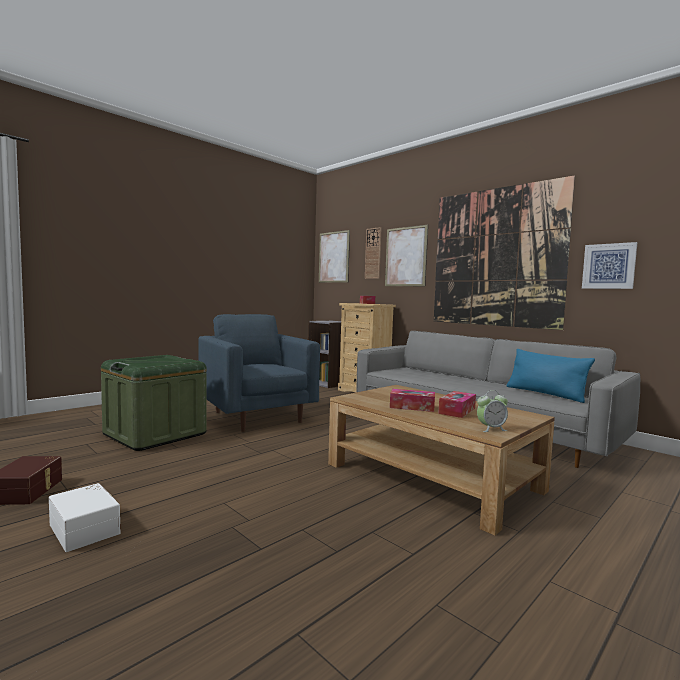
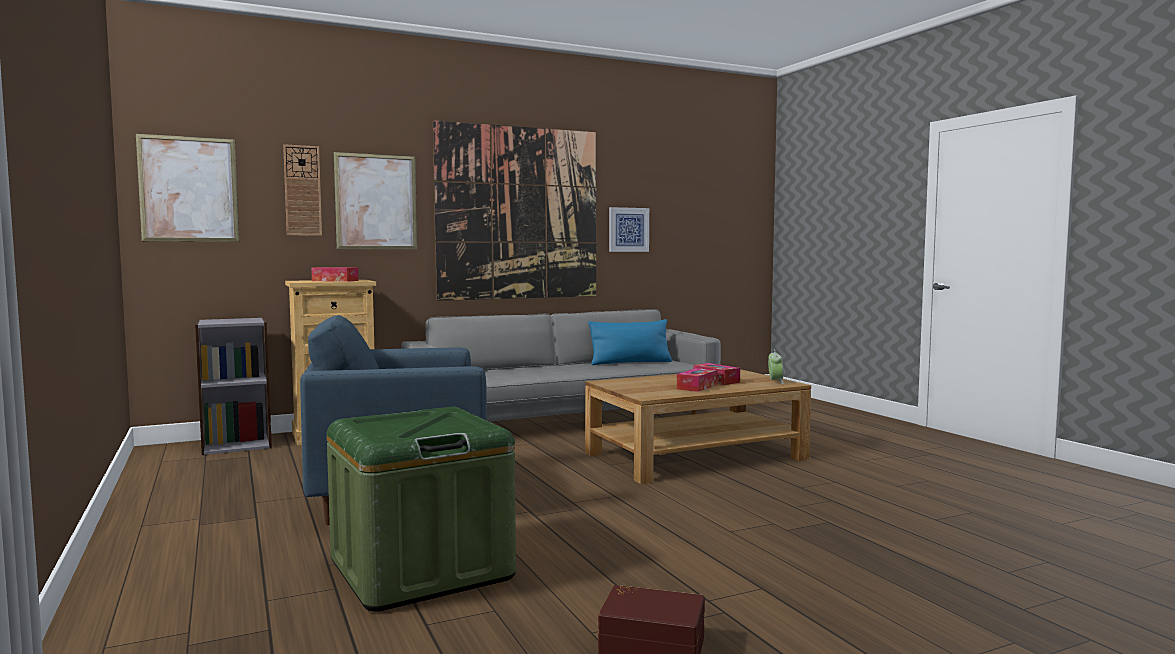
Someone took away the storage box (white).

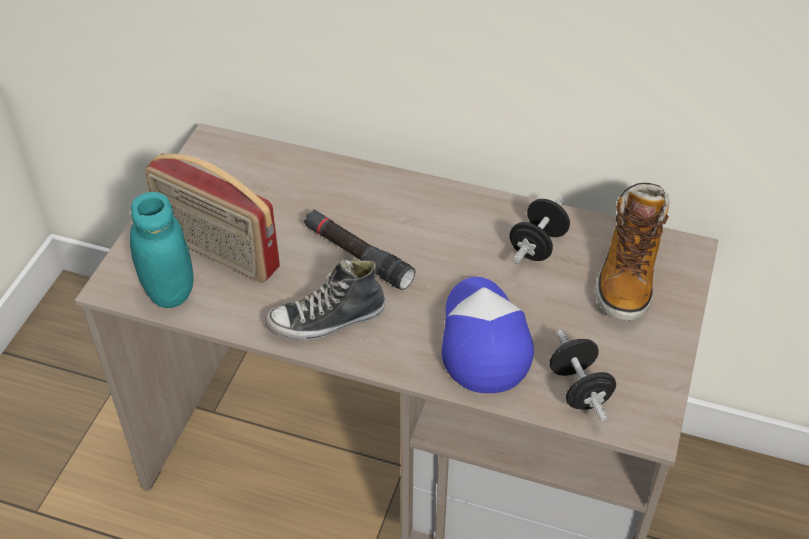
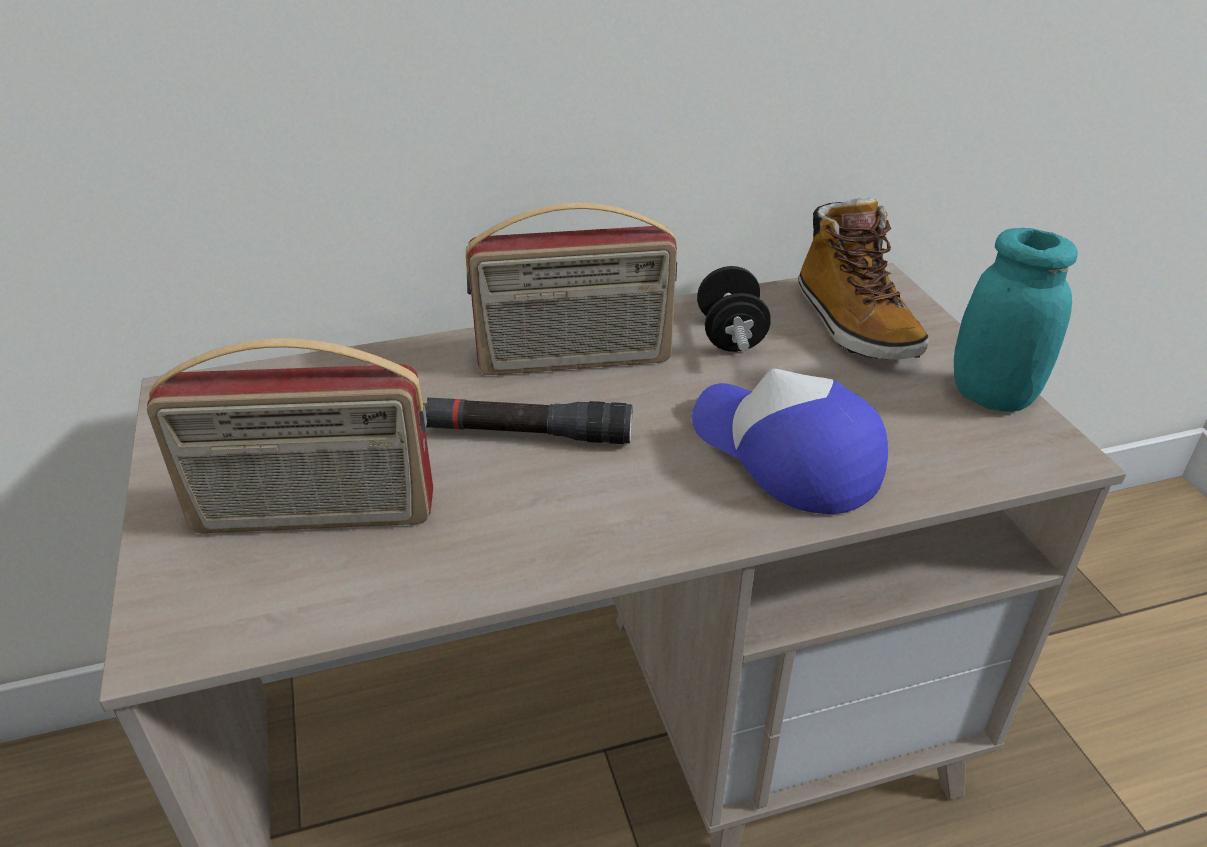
Someone put down the radio (no. 2 from left). Someone carried the jar (turquoise). Someone took away the shoe. Someone took away the dumbbell (black) (no. 2 from left).

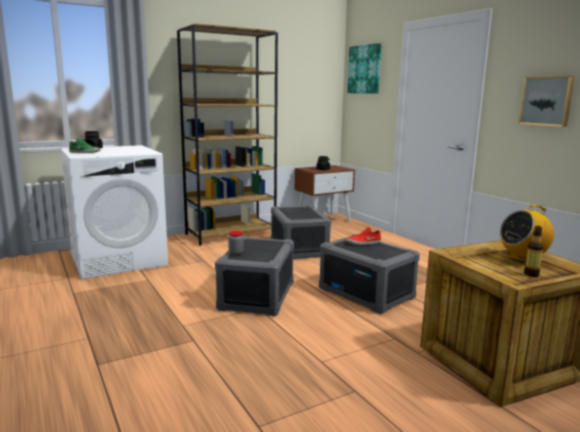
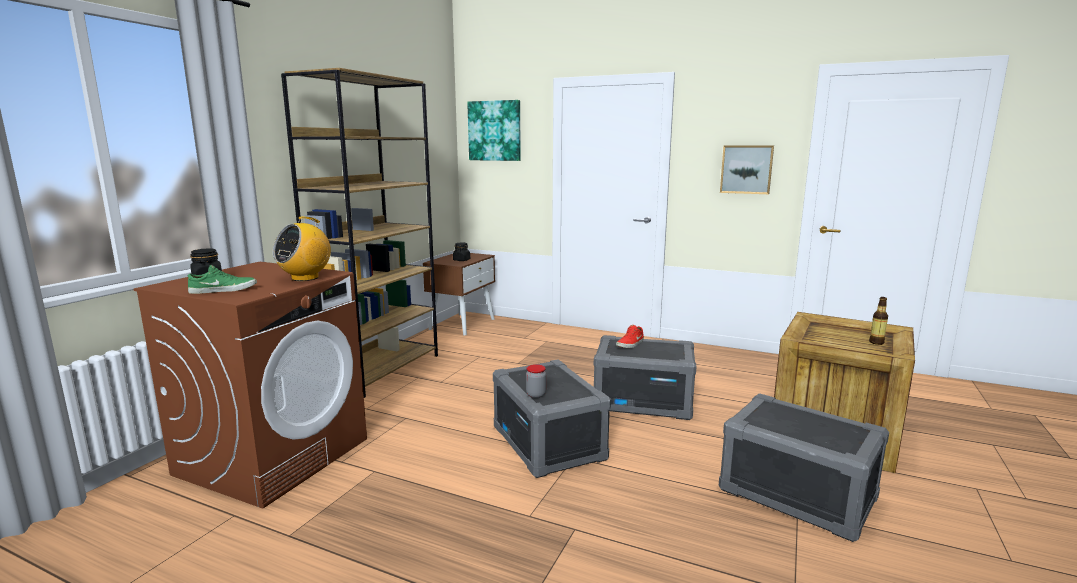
Someone repainted the washing machine (white), which became the washing machine (brown). Someone carried the radio. Someone carried the storage box (grey) (no. 2 from left in the first image).

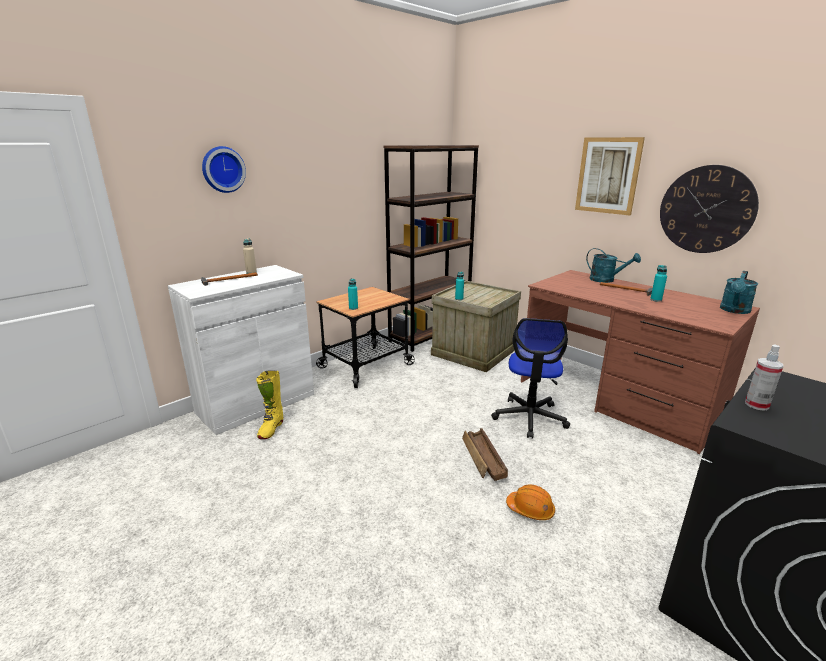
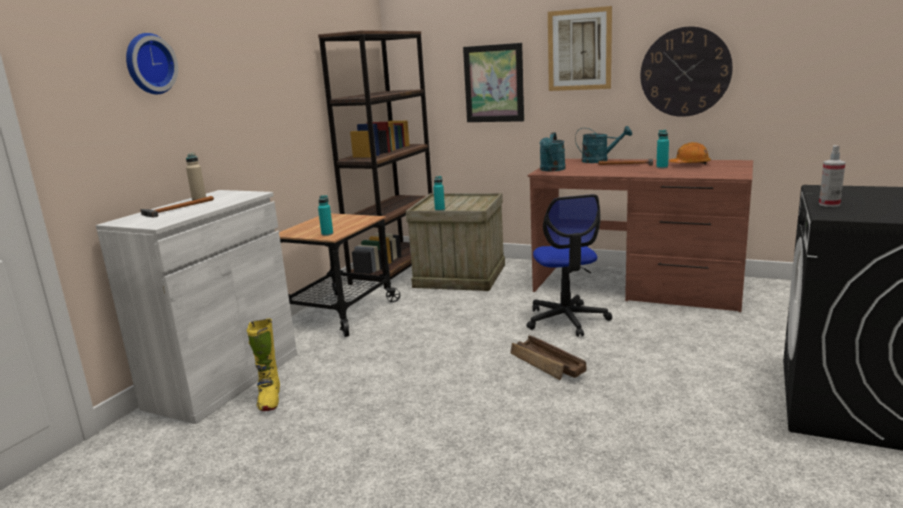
Someone put up the picture (no. 1 from left). Someone carried the watering can (turquoise) (no. 2 from left in the first image). Someone carried the hard hat (orange).

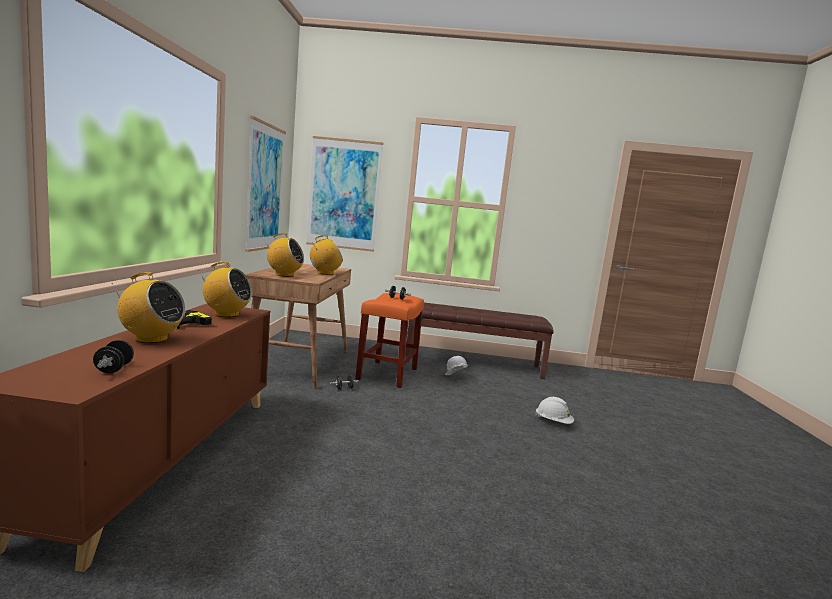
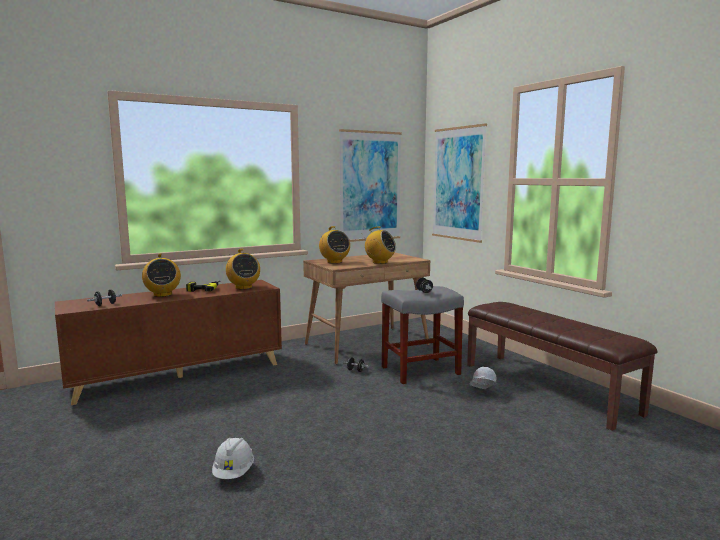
Someone carried the hard hat (white) (no. 2 from left in the first image). Someone repainted the stool (orange), which became the stool (grey).

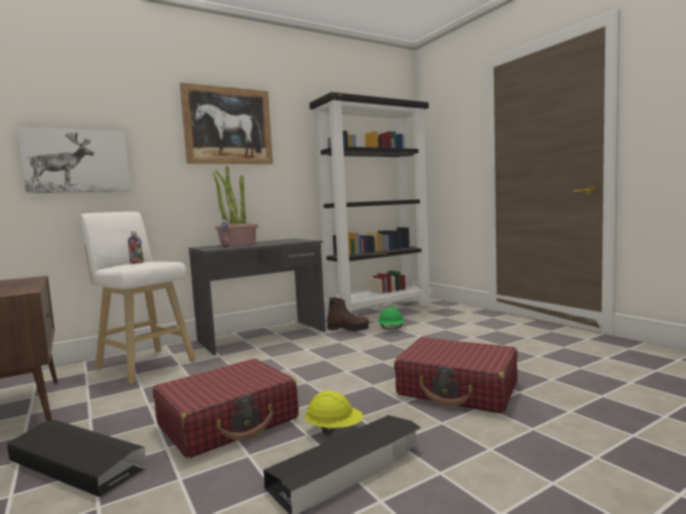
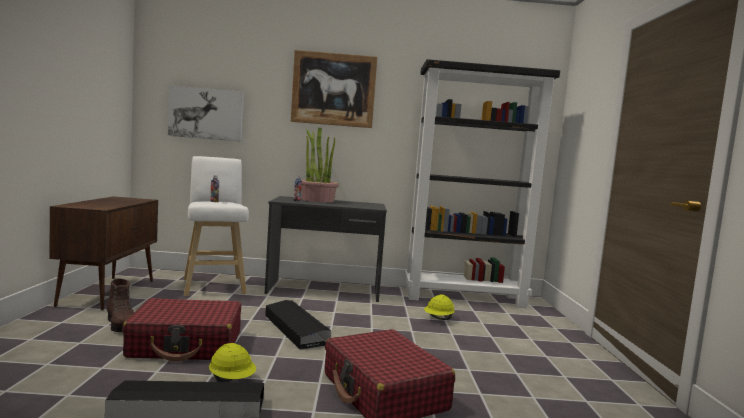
Someone carried the boot (brown). Someone carried the storage box (black) (no. 1 from left in the first image). Someone repainted the hard hat (green), which became the hard hat (yellow) (no. 2 from left).

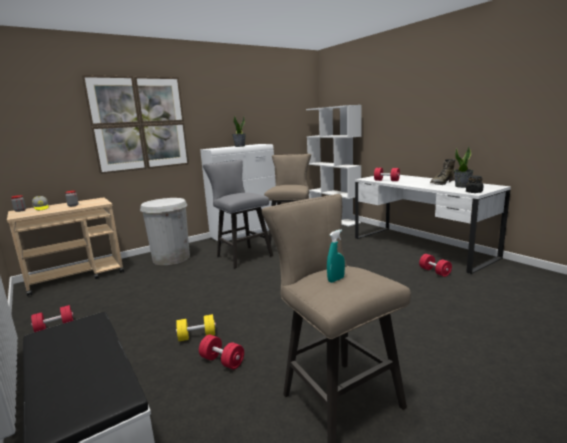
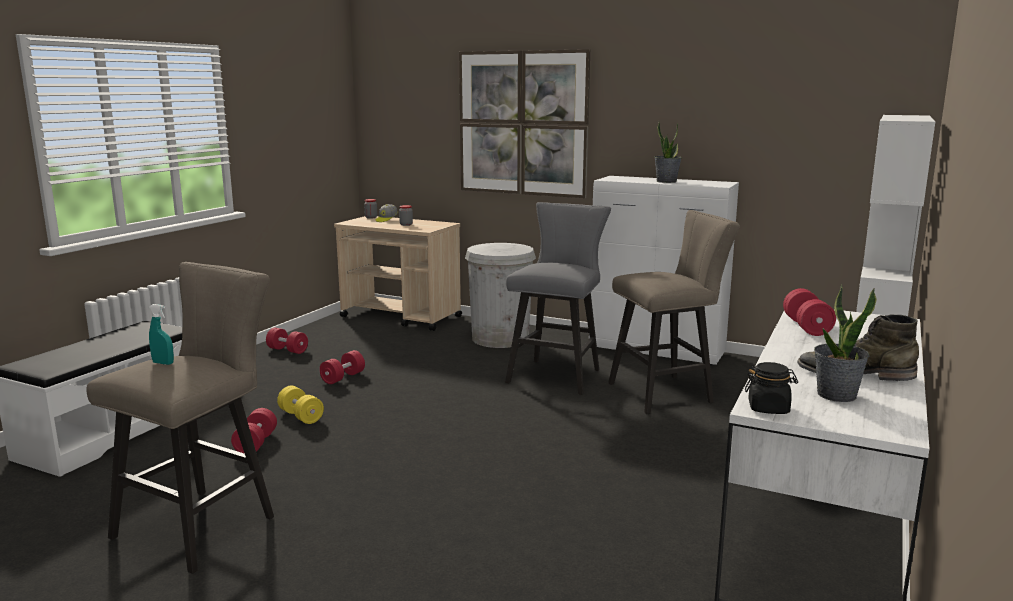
Someone carried the dumbbell (red) (no. 4 from left in the first image).

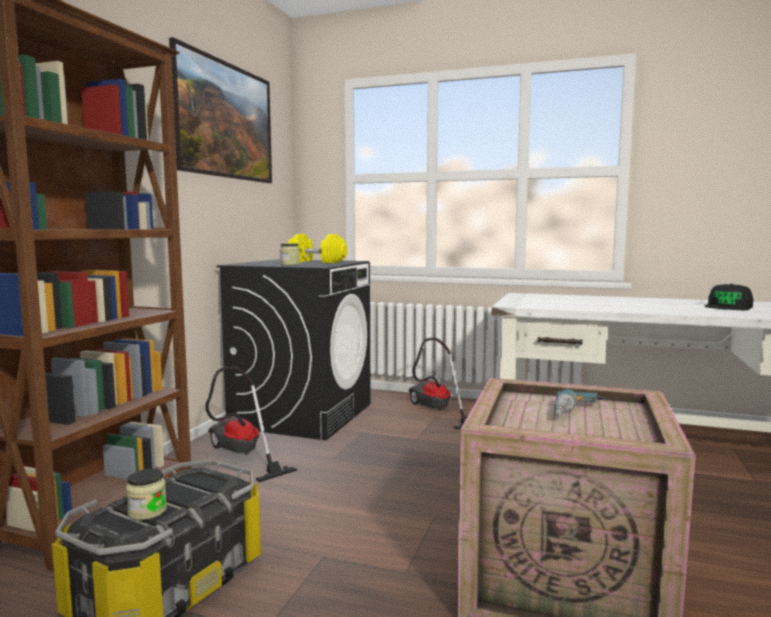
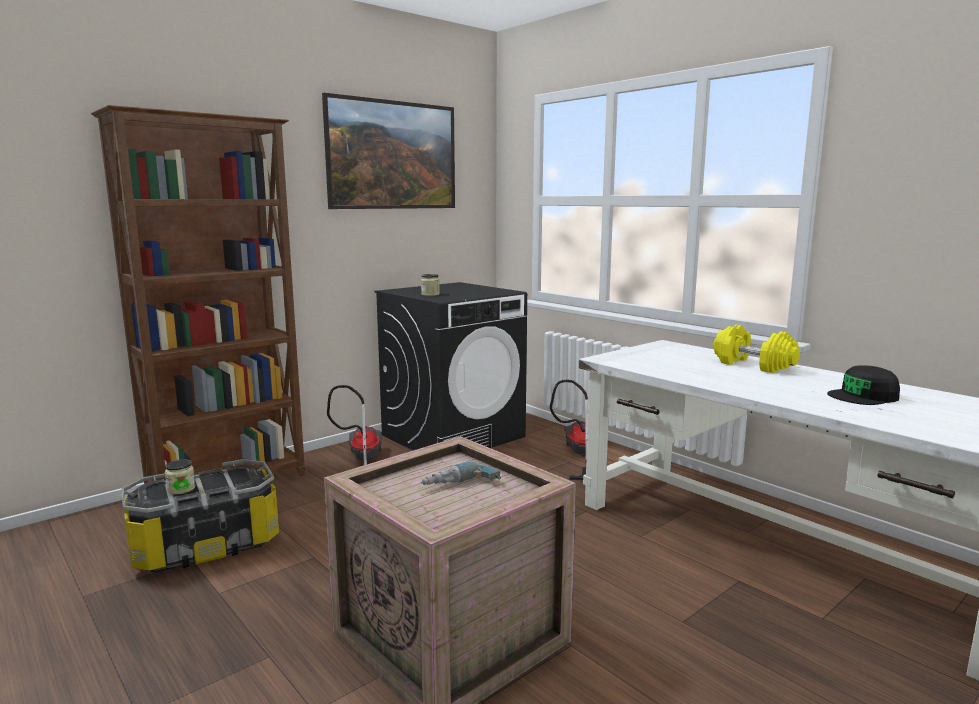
Someone carried the dumbbell (yellow).

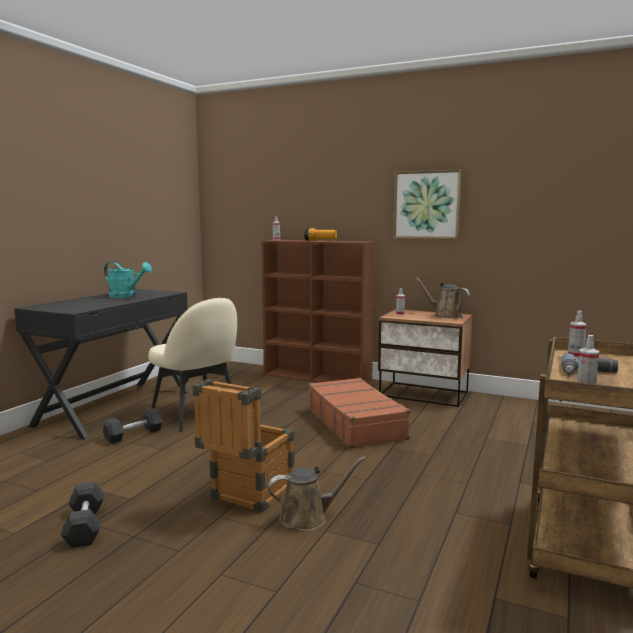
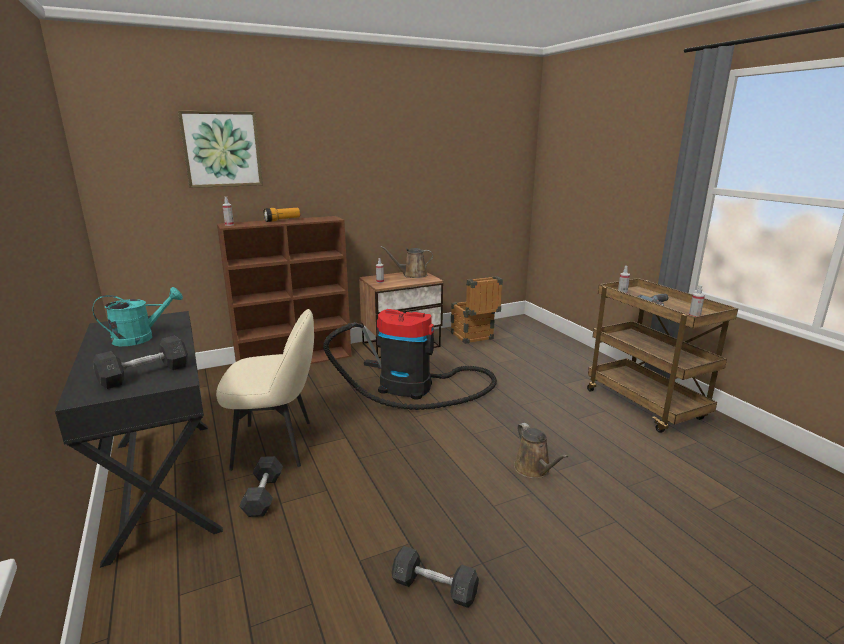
Someone put down the dumbbell (grey) (no. 1 from left). Someone carried the picture. Someone swapped the suitcase (brown) for the vacuum cleaner. Someone carried the crate. Someone rotated the watering can (brown) (no. 1 from left in the first image) by 135 degrees clockwise.

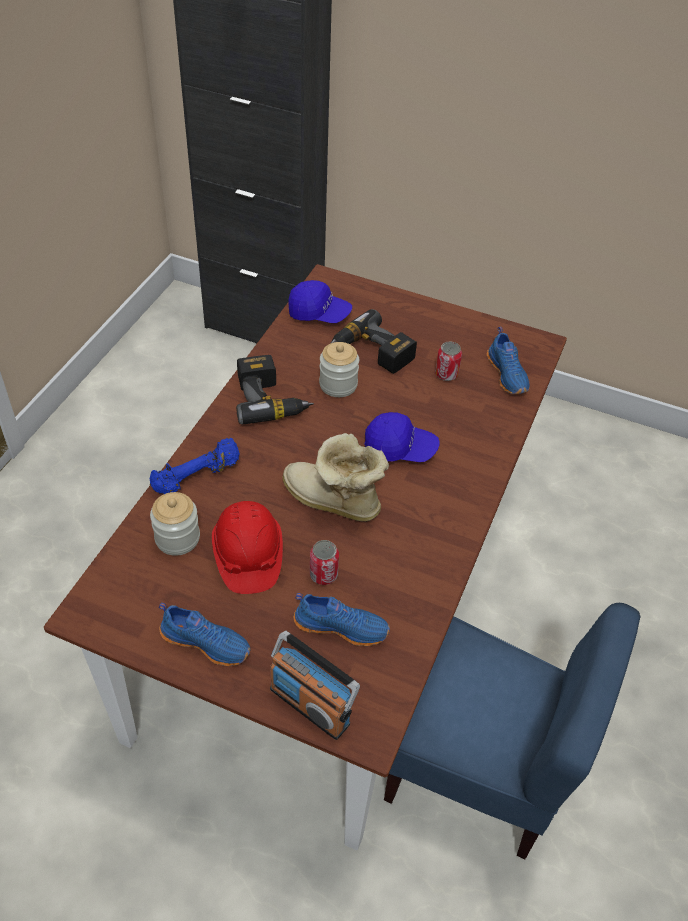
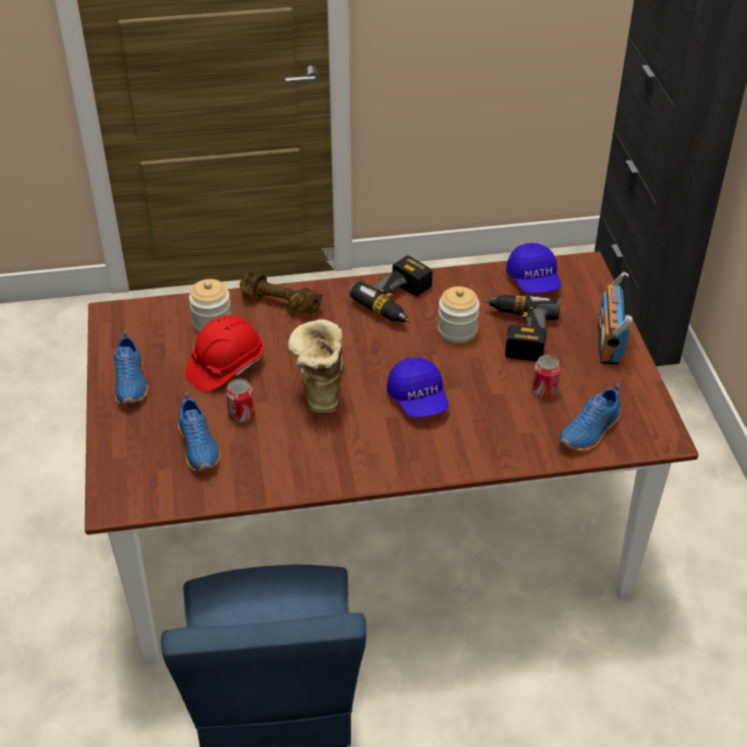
Someone repainted the dumbbell (blue), which became the dumbbell (brown). Someone carried the radio.

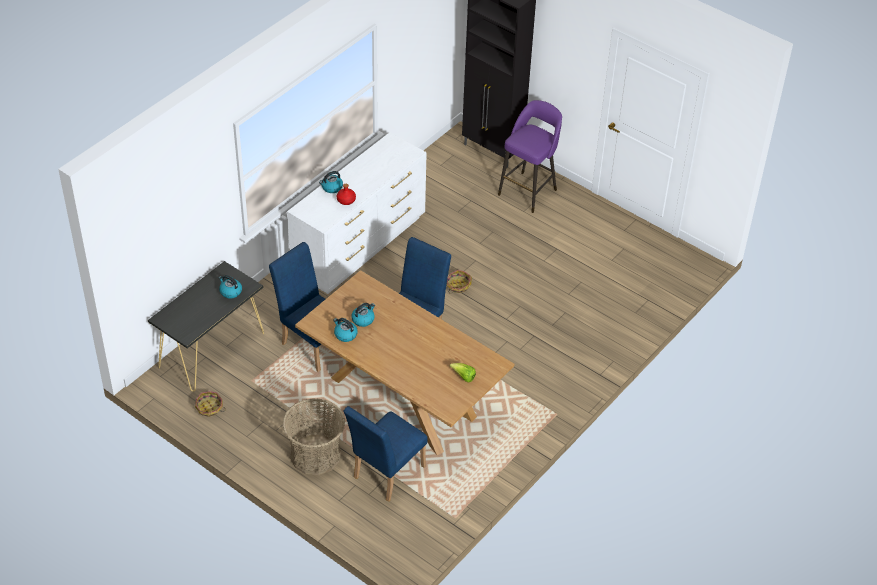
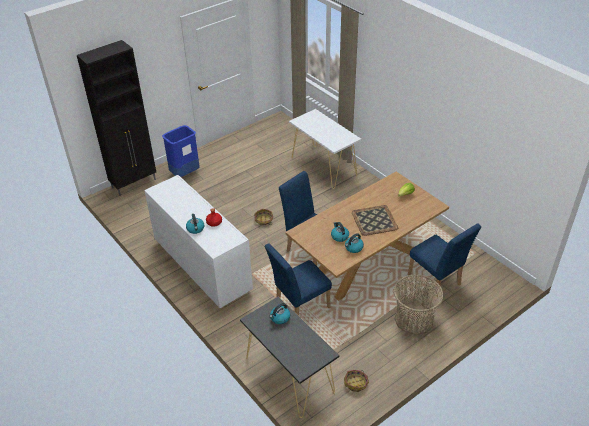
Someone swapped the stool (purple) for the trash can (blue). Someone put down the console table (white). Someone put down the tray.

